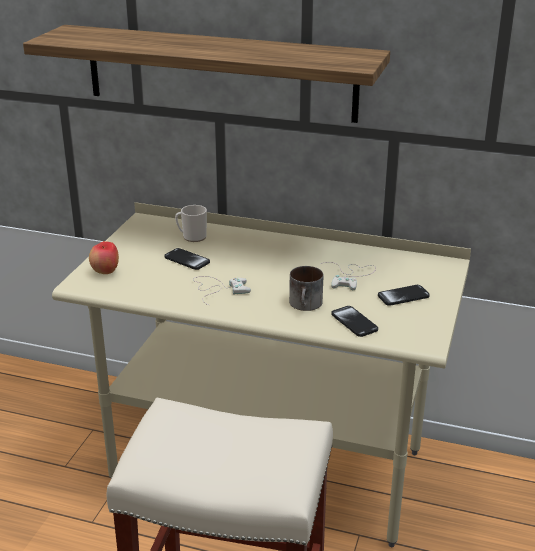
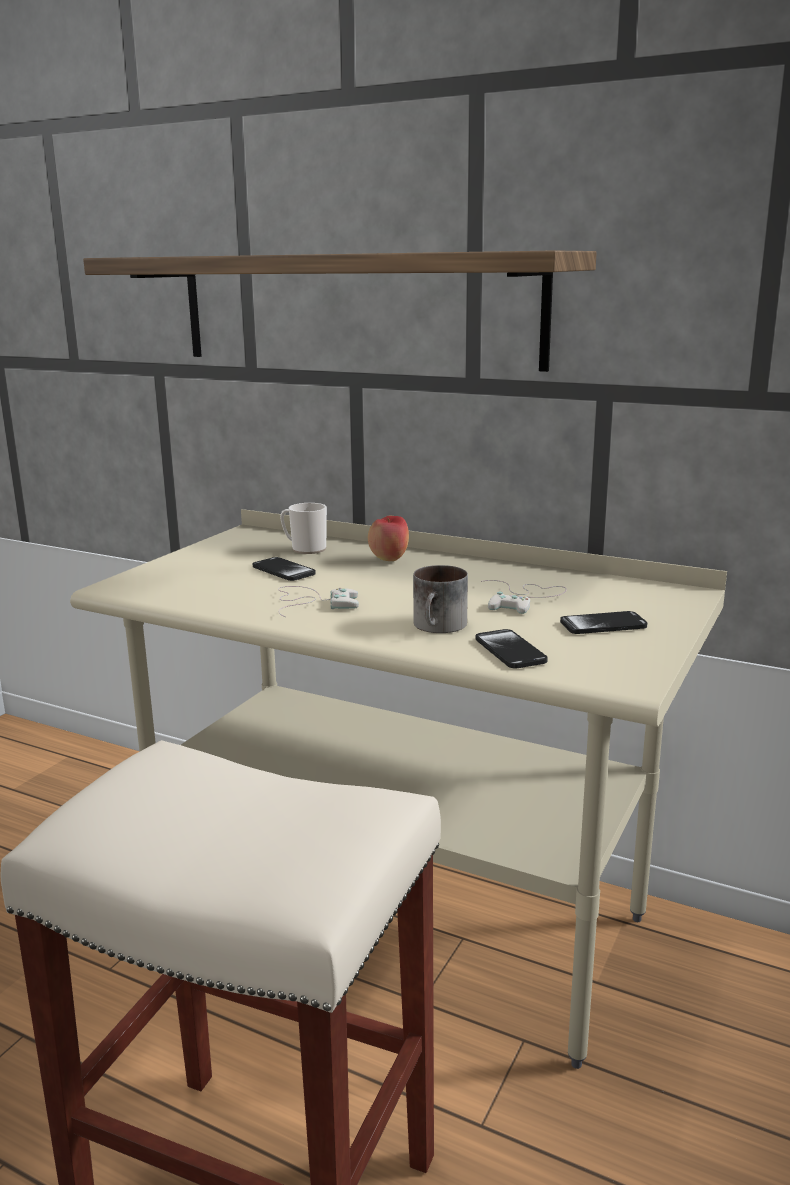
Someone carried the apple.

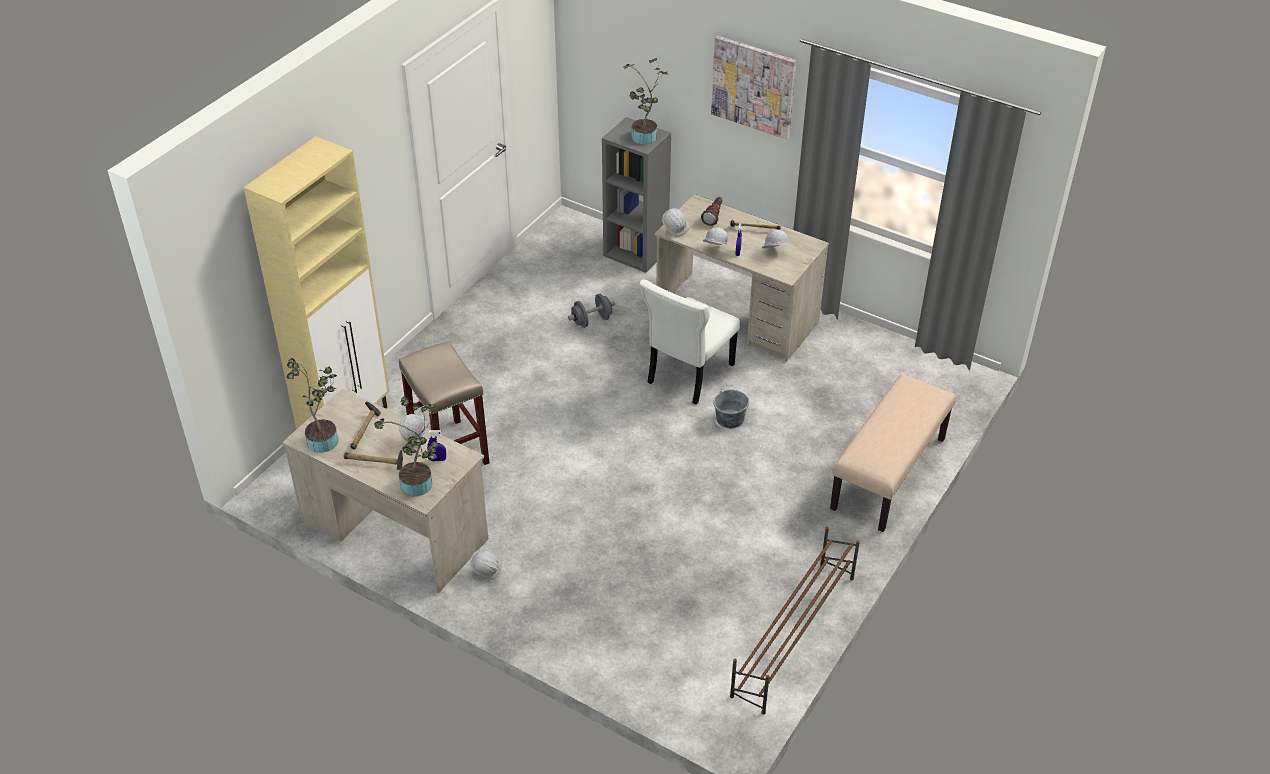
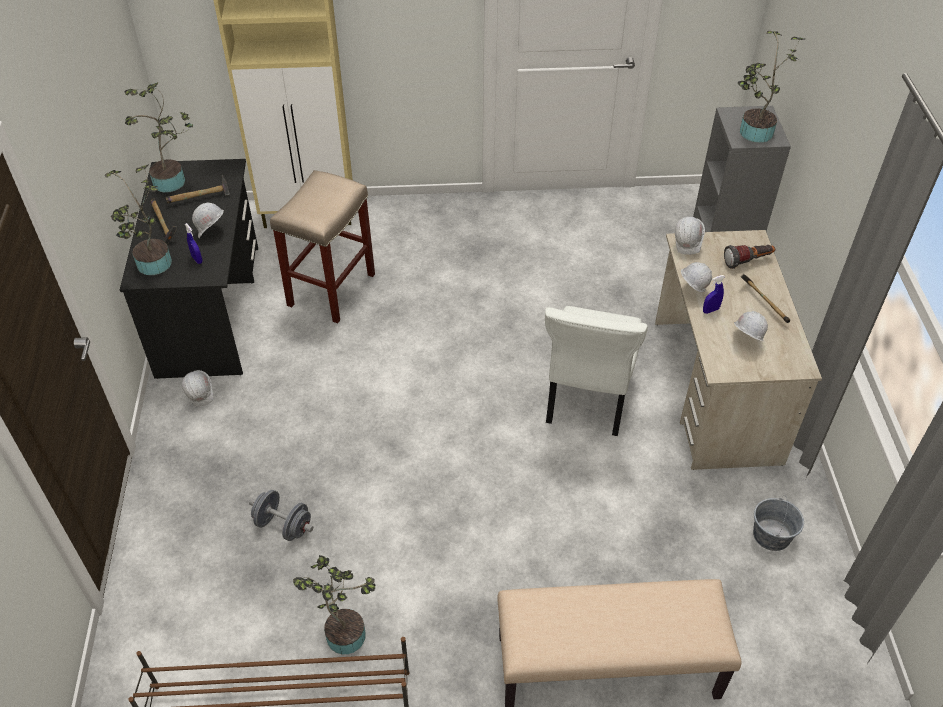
Someone repainted the desk (beige) (no. 1 from left), which became the desk (black). Someone carried the dumbbell (grey). Someone put down the potted plant (no. 3 from left). Someone rotated the chair (white) by 75 degrees counterclockwise. Someone carried the bucket (grey). Someone took away the picture.

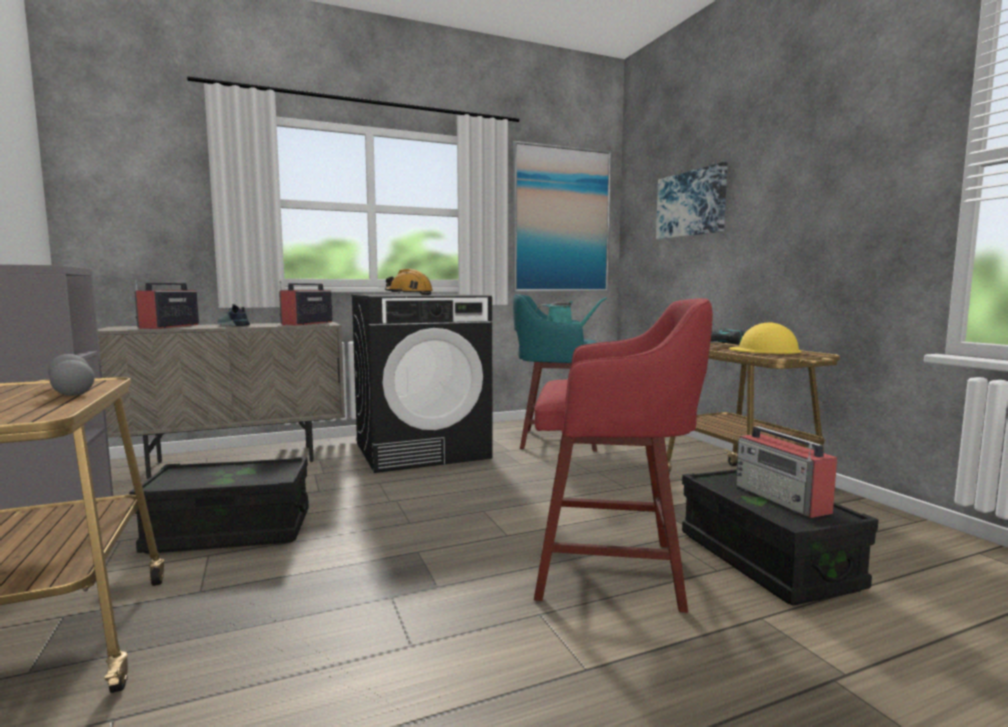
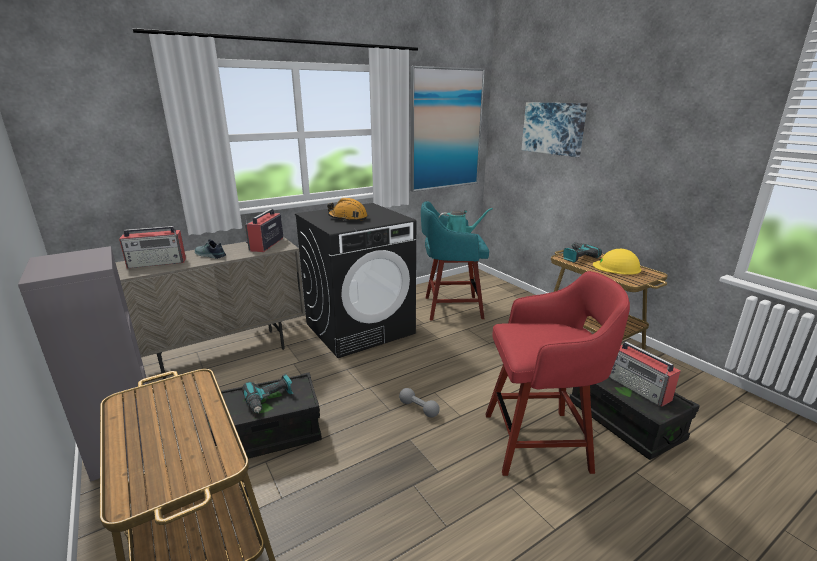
Someone rotated the radio (no. 1 from left) by 105 degrees counterclockwise. Someone put down the power drill (no. 1 from left). Someone carried the dumbbell (grey).

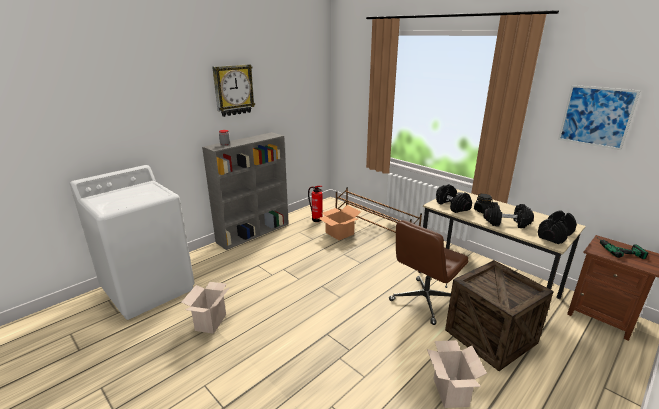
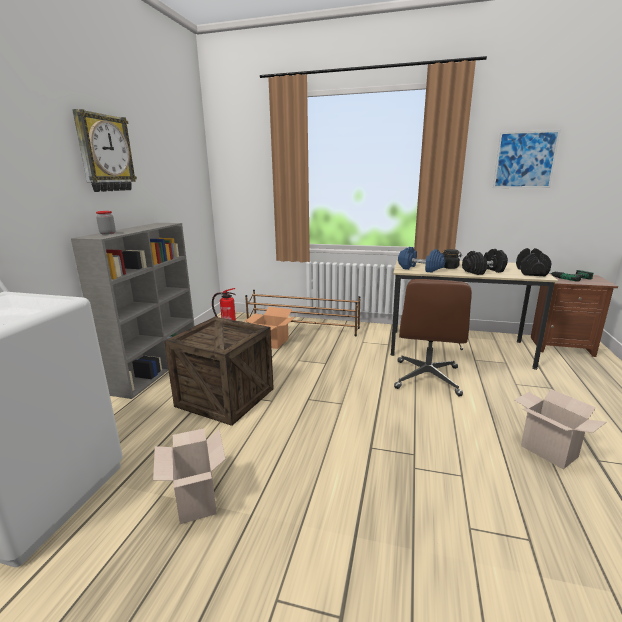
Someone carried the crate. Someone repainted the dumbbell (black) (no. 1 from left), which became the dumbbell (blue).

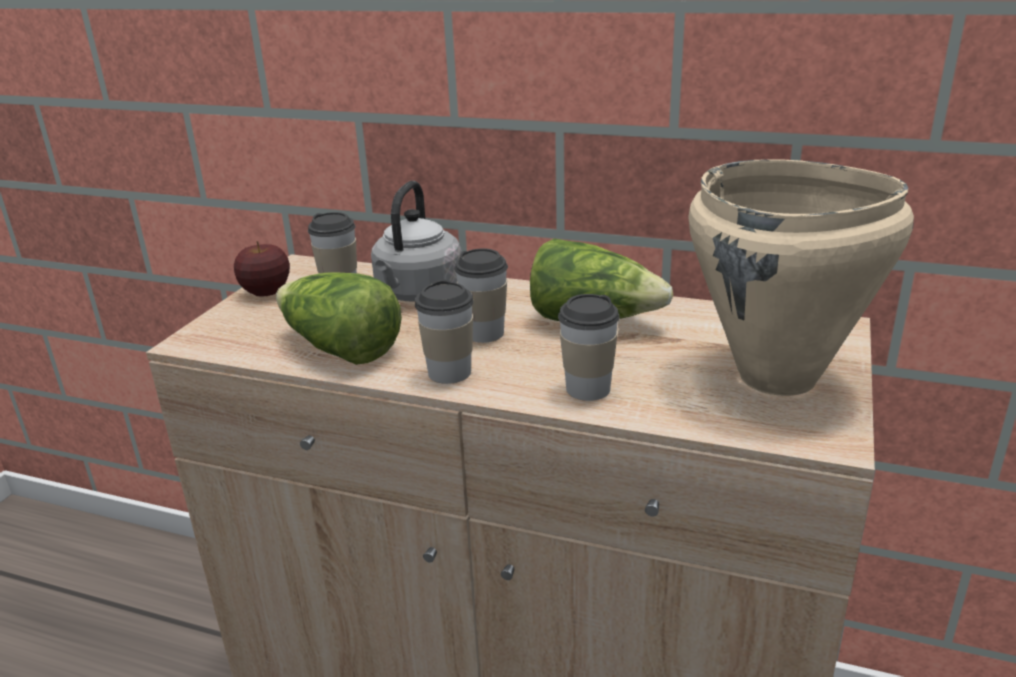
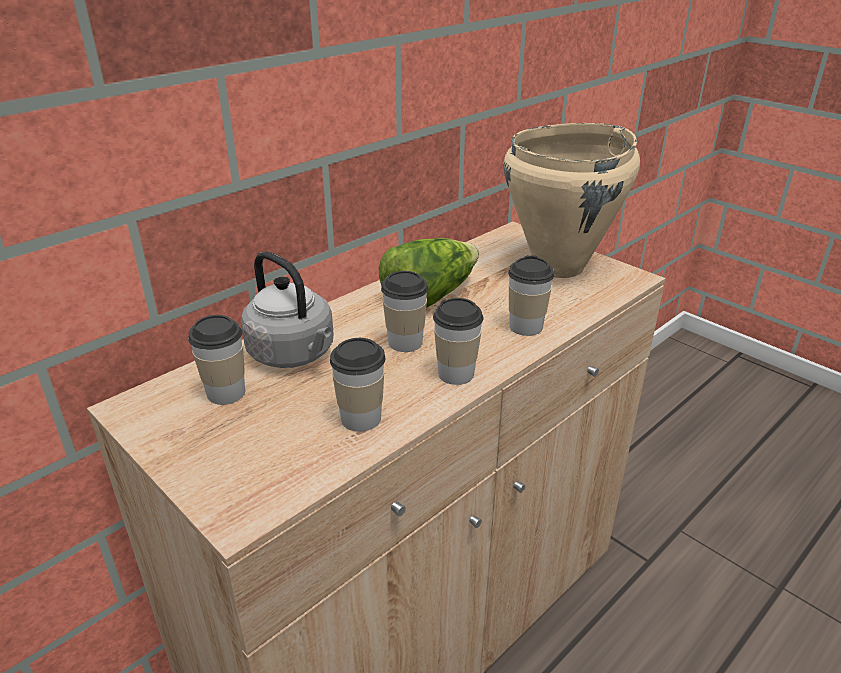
Someone swapped the lettuce (no. 1 from left) for the cup (no. 2 from left). Someone took away the apple.

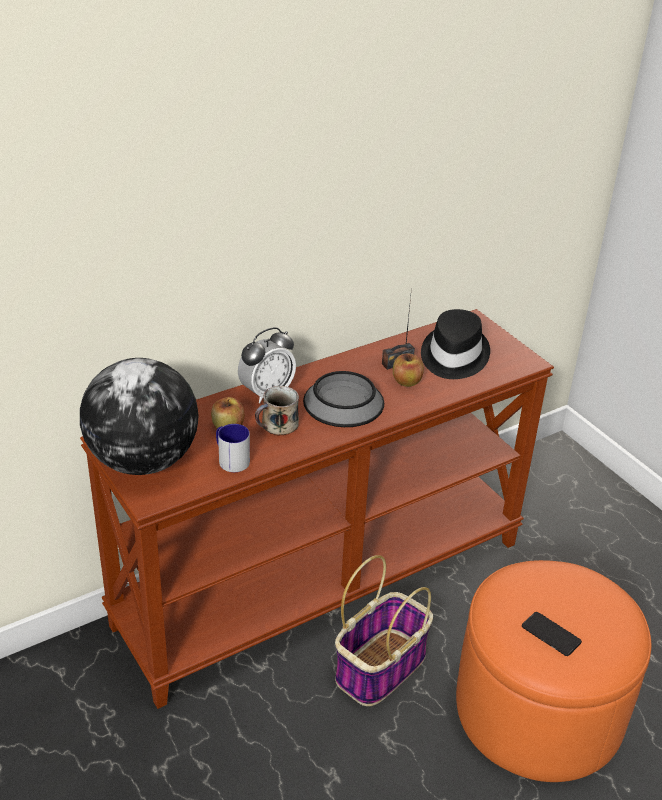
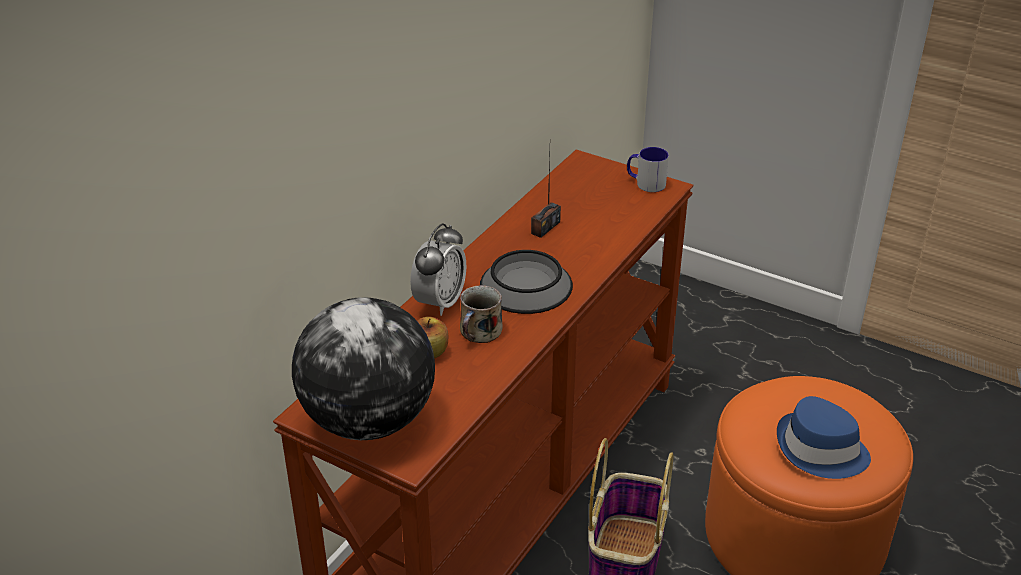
Someone carried the mug (no. 1 from left in the first image). Someone swapped the phone for the hat (blue). Someone took away the apple (no. 2 from left). Someone took away the hat (black).

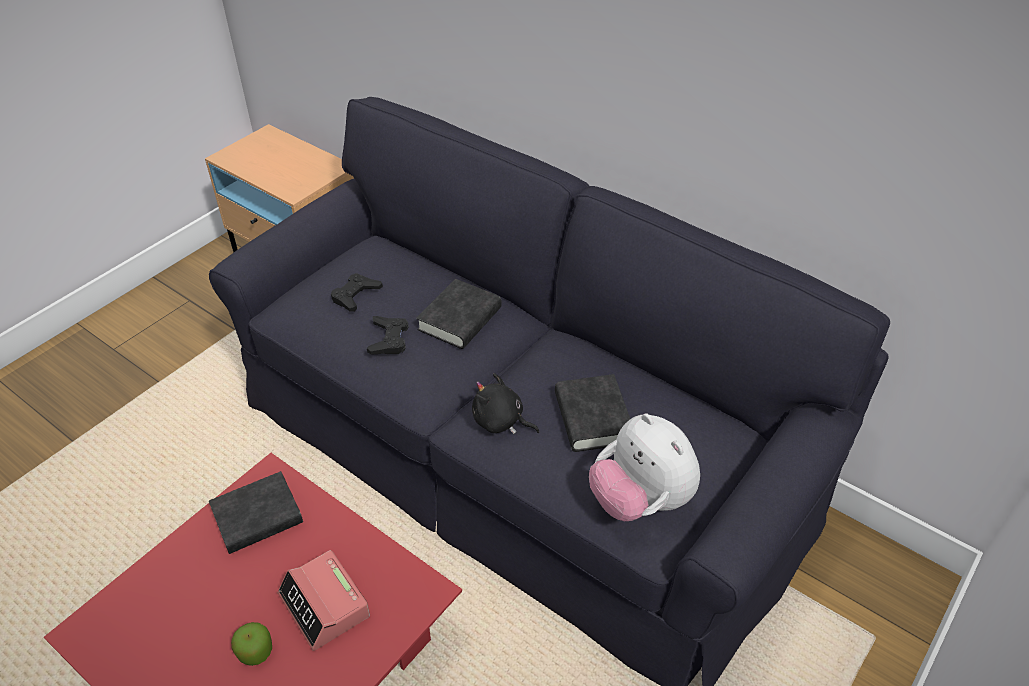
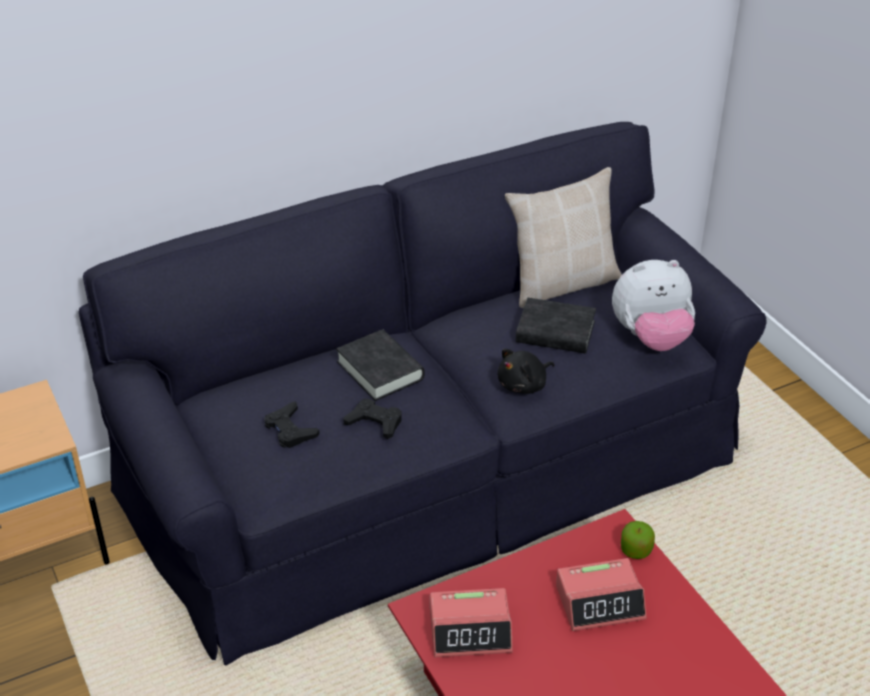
Someone swapped the book (black) (no. 1 from left) for the alarm clock (no. 1 from left). Someone put down the pillow (beige). Someone carried the apple.

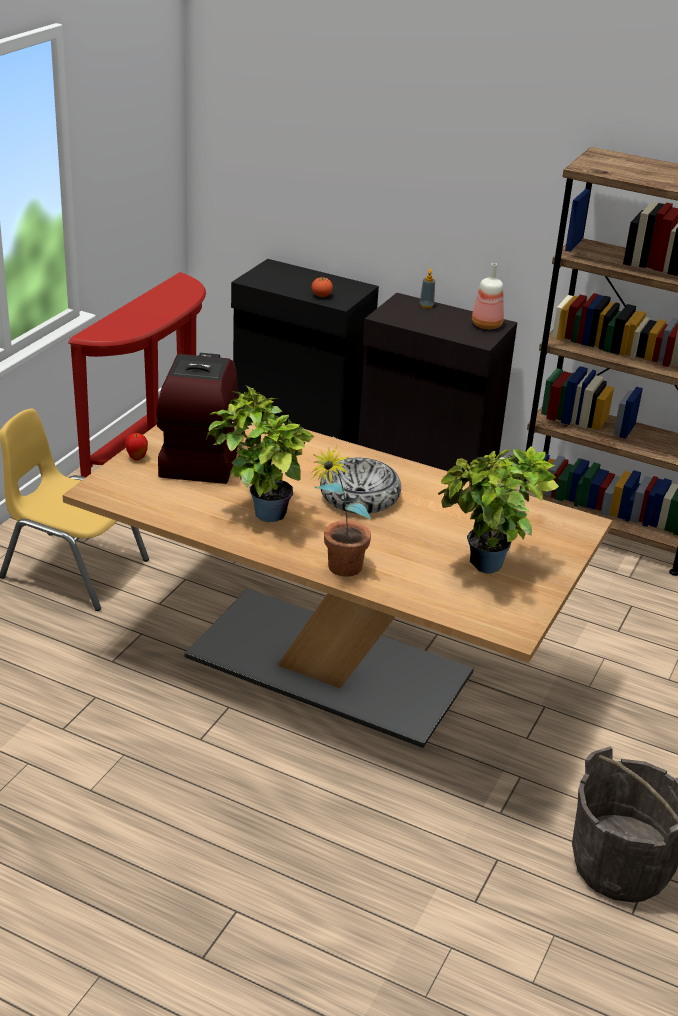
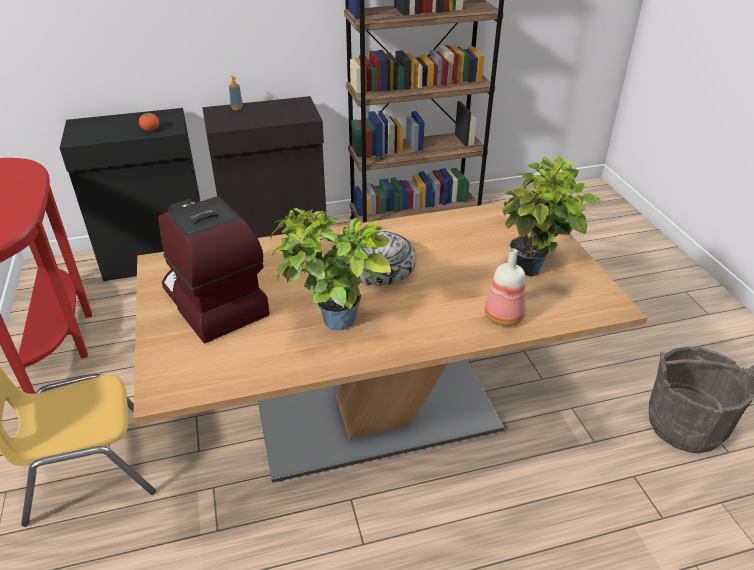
Someone carried the bottle. Someone took away the apple. Someone took away the potted plant (no. 2 from left).

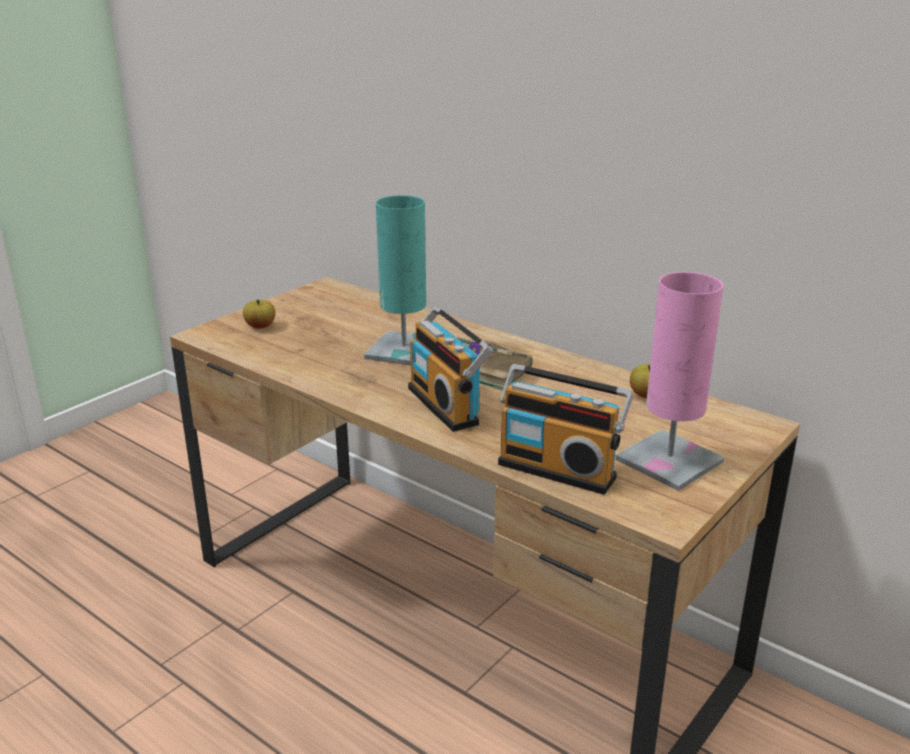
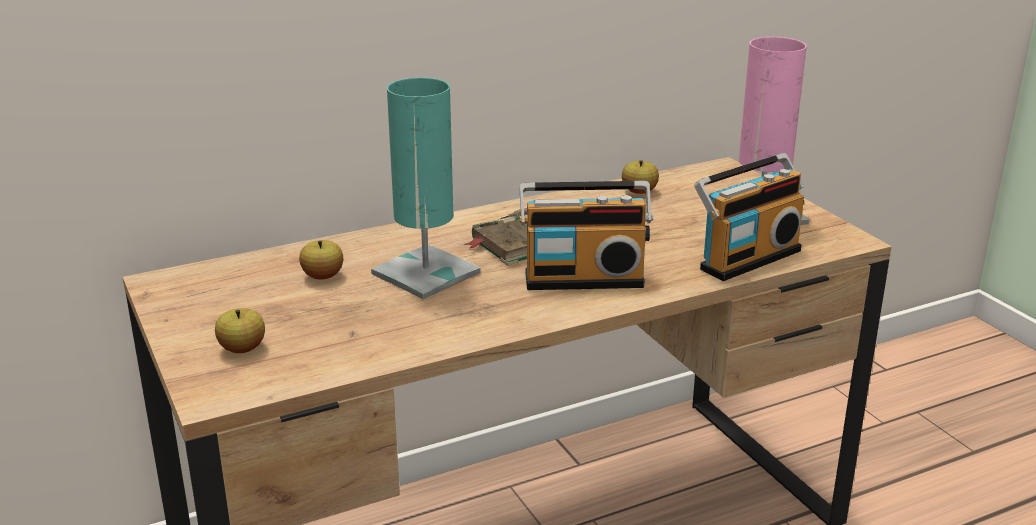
Someone put down the apple (no. 2 from left).

